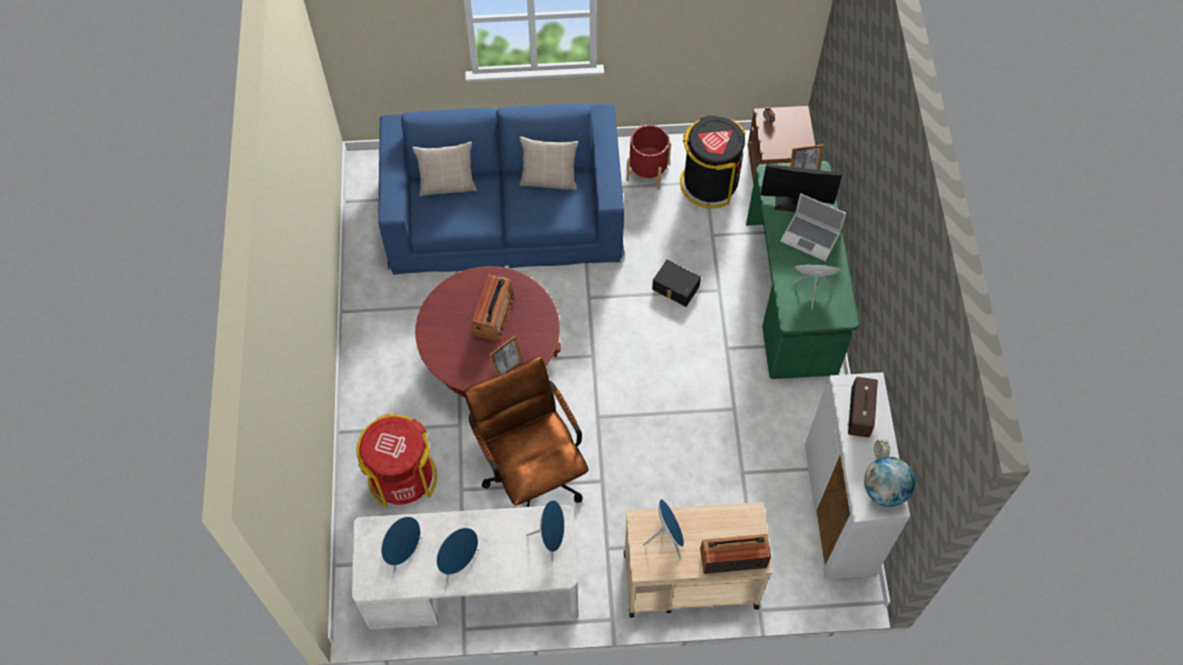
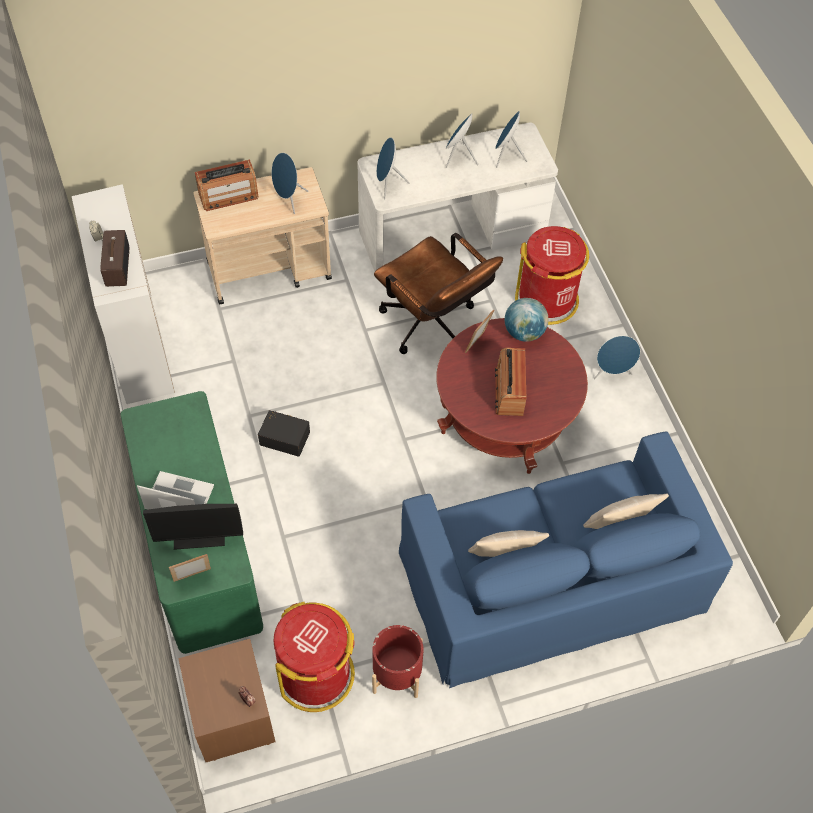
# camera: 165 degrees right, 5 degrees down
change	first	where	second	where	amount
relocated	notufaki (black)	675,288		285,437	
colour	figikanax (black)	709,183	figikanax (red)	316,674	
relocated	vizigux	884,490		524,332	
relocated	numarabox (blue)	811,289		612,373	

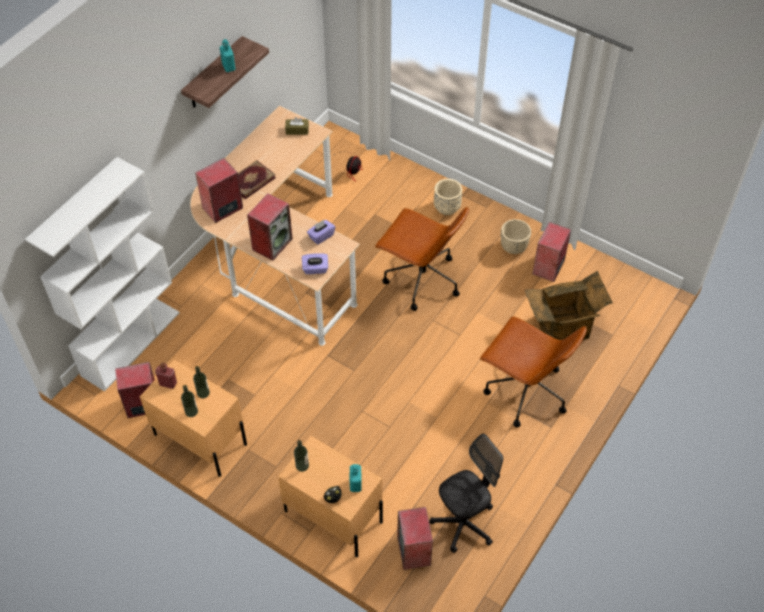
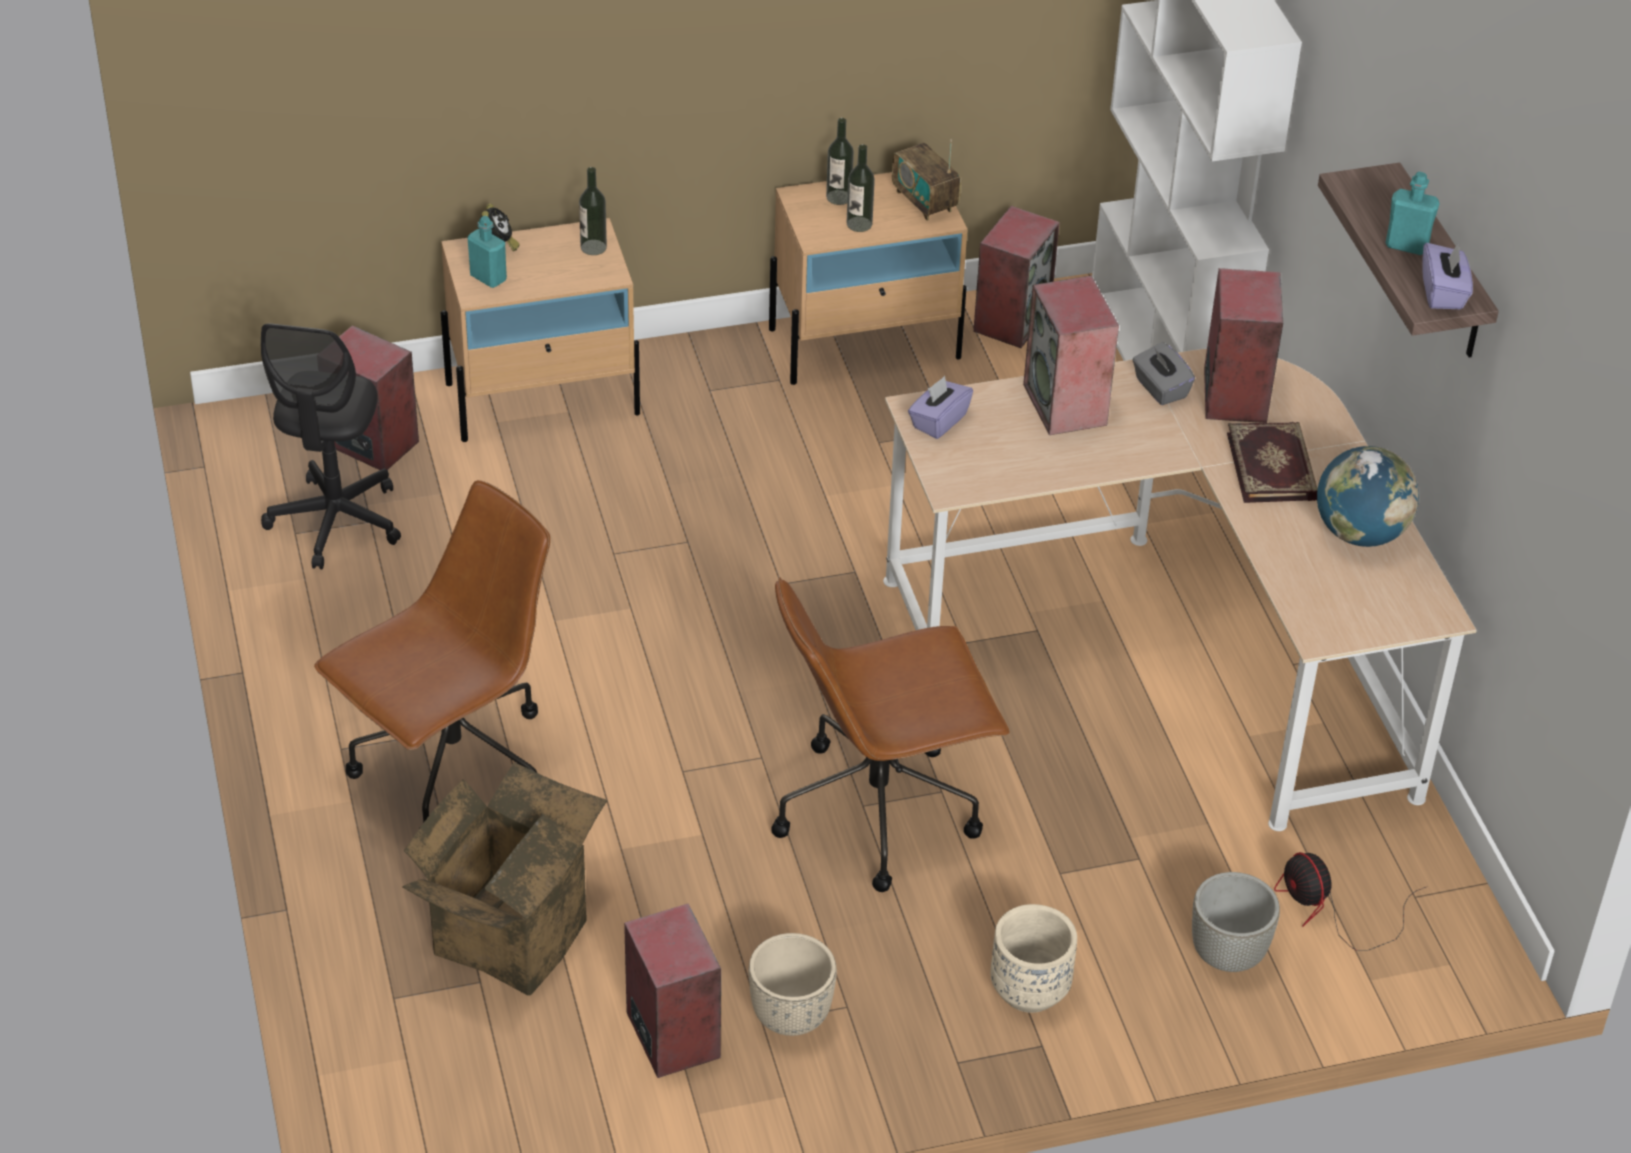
# camera: 130 degrees right, 10 degrees down
change	first	where	second	where	amount
spun	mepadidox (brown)	524,391		451,768	150 degrees clockwise
exchanged	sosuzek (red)	168,383	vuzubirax	925,201	
appeared			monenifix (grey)	1160,388	
appeared			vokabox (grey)	1228,954	
appeared			vizigux	1360,533	
relocated	monenifix (purple)	321,236		1443,293	
missing	monenifix (brown)	297,130			

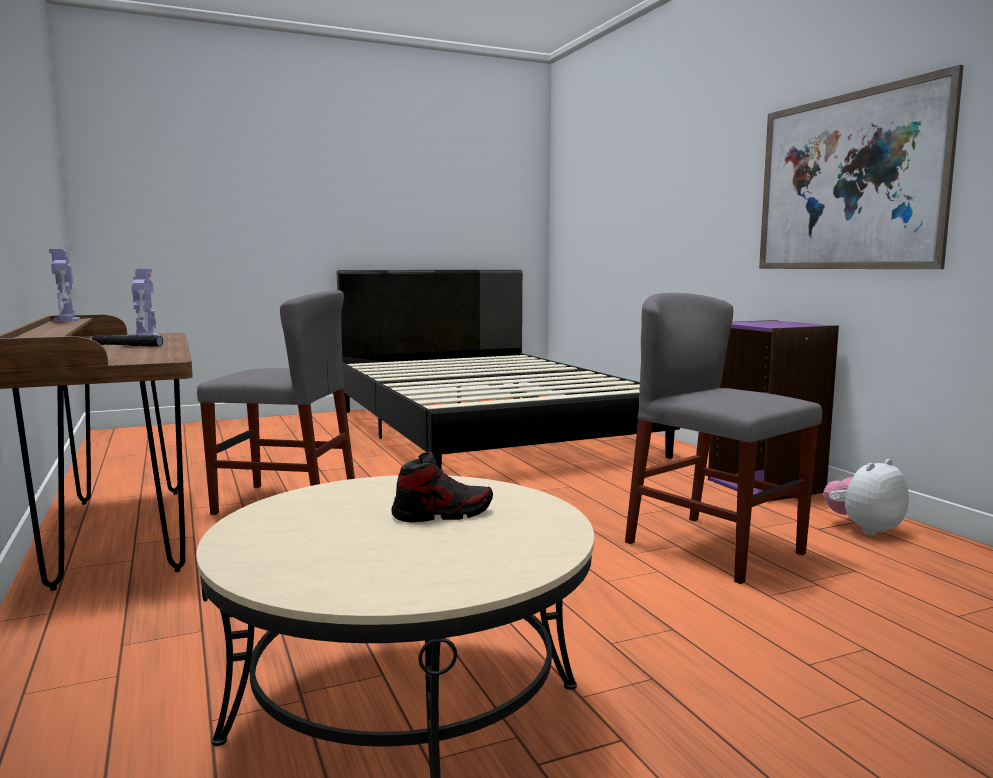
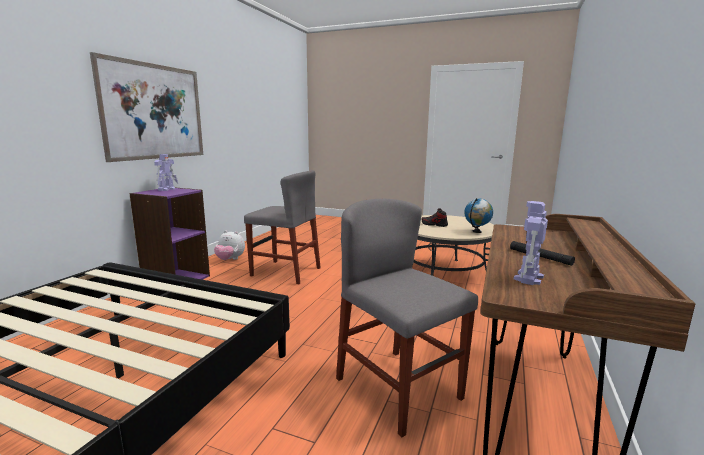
# camera: 135 degrees left, 5 degrees up
change	first	where	second	where	amount
relocated	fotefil	66,320		167,189	
spun	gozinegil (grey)	714,548		285,272	75 degrees counterclockwise
appeared			vizigux	477,232	

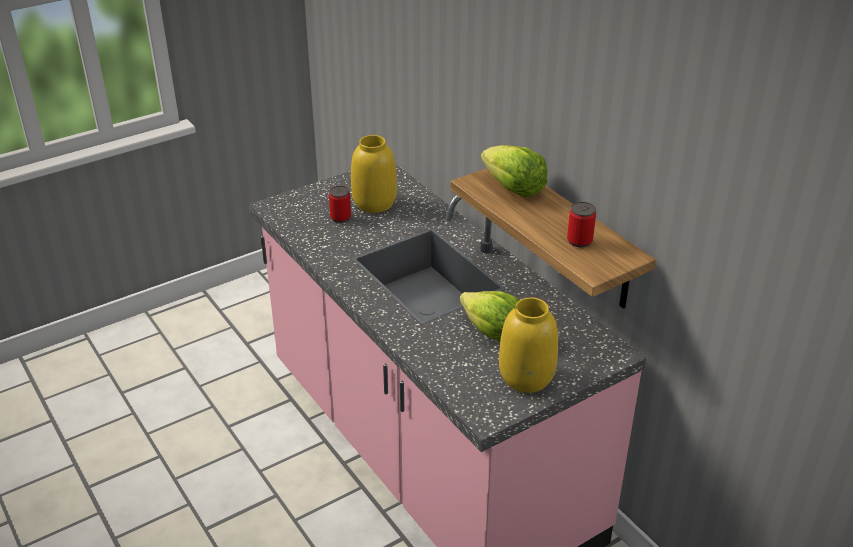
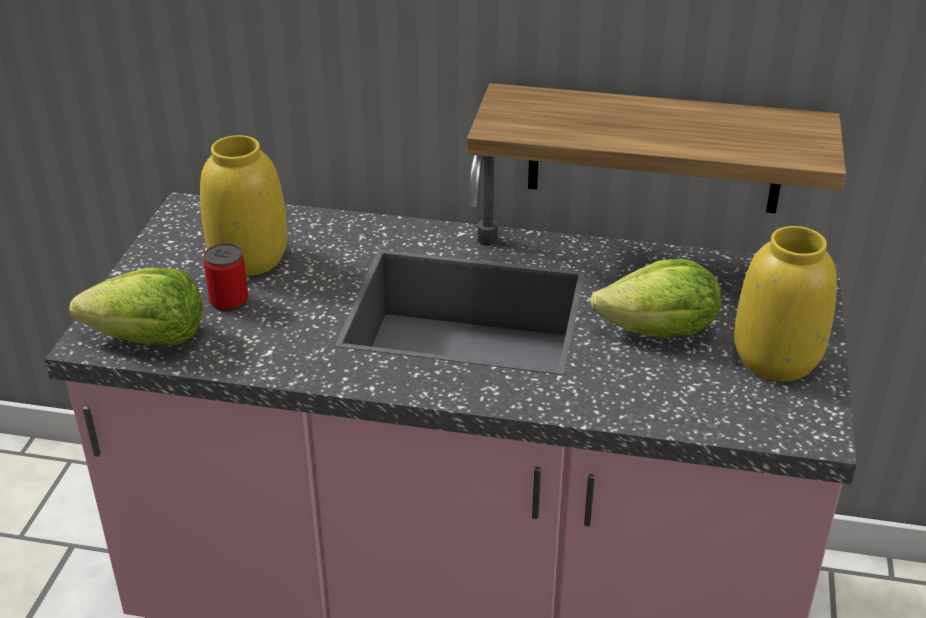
# camera: 45 degrees left, 0 degrees up
change	first	where	second	where	amount
relocated	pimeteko	513,188		148,339	
missing	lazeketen	579,241			

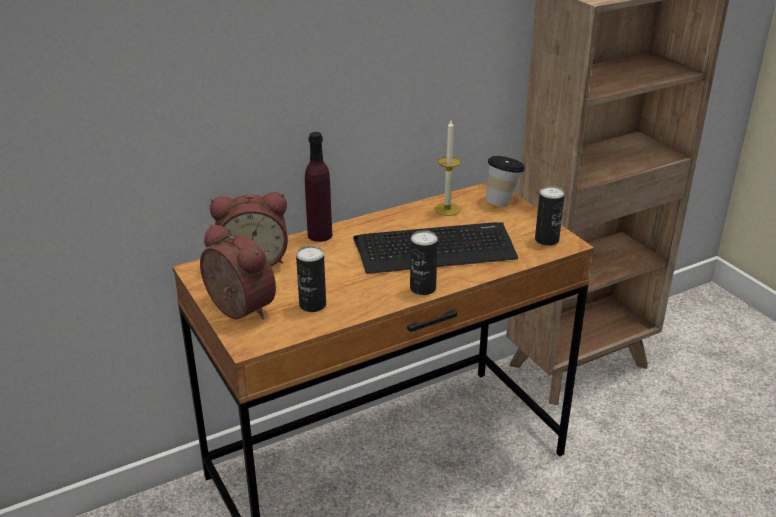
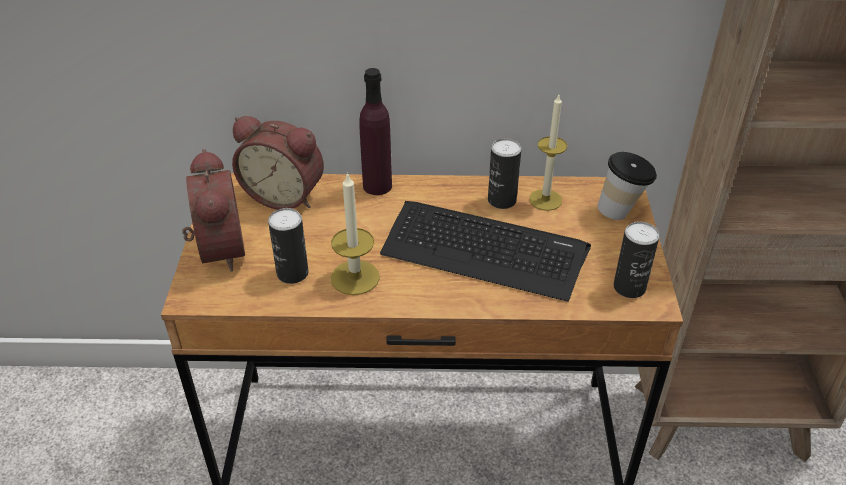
# camera: 30 degrees right, 10 degrees up
change	first	where	second	where	amount
appeared			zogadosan	355,277	
relocated	lazeketen	423,288		502,200	

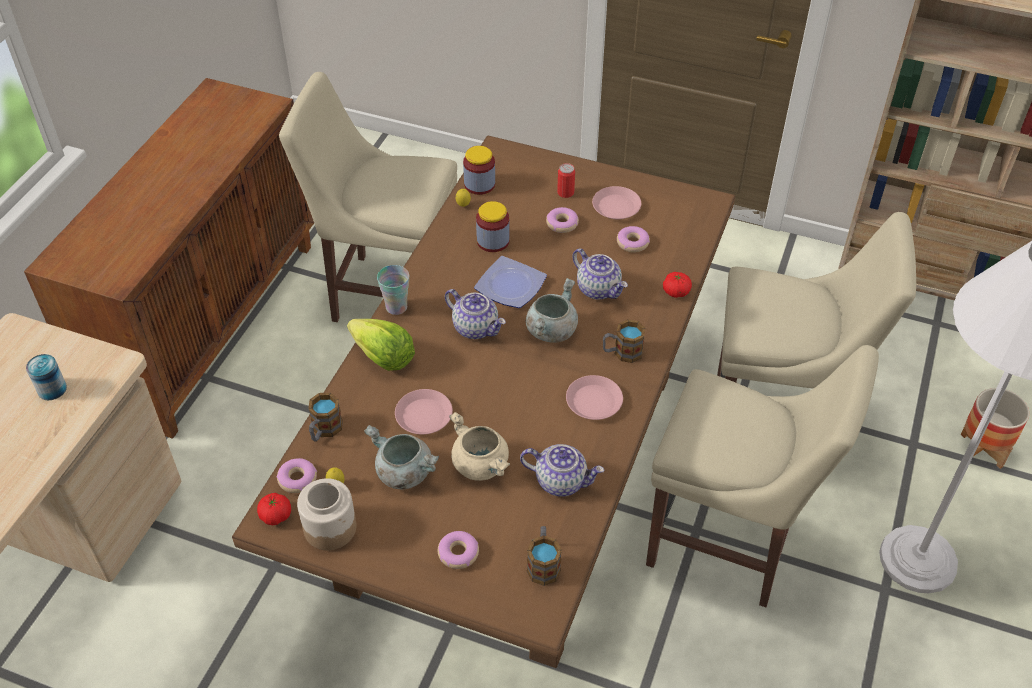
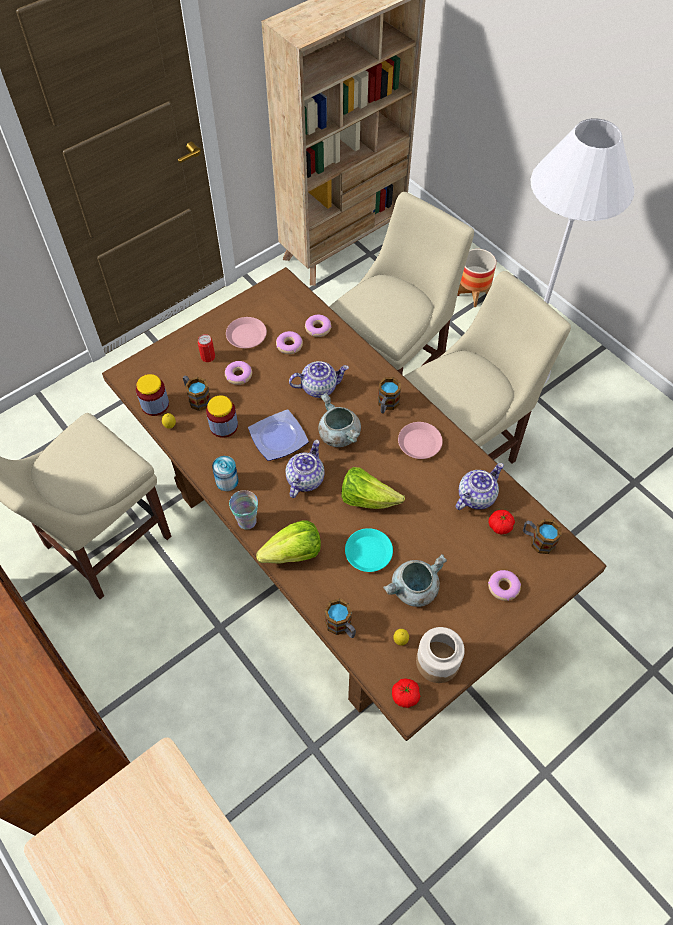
# camera: 60 degrees left, 10 degrees up
change	first	where	second	where	amount
appeared			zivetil	196,398	
relocated	lazeketen	52,389		227,481	
spun	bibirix	476,328		305,479	45 degrees counterclockwise
relocated	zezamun	297,479		318,328	
appeared			pimeteko	367,499	
colour	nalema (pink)	424,415	nalema (turquoise)	368,552	
relocated	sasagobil	676,292		500,526	
missing	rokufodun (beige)	482,465			

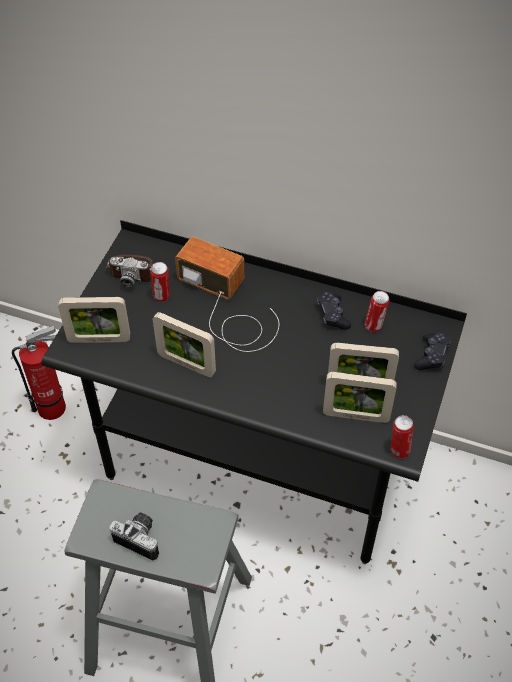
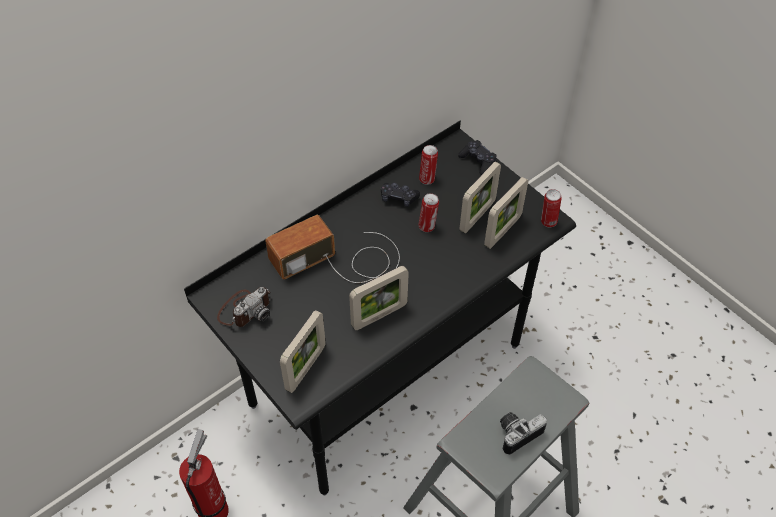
# camera: 60 degrees left, 0 degrees up
change	first	where	second	where	amount
relocated	lazeketen	162,296		427,226	

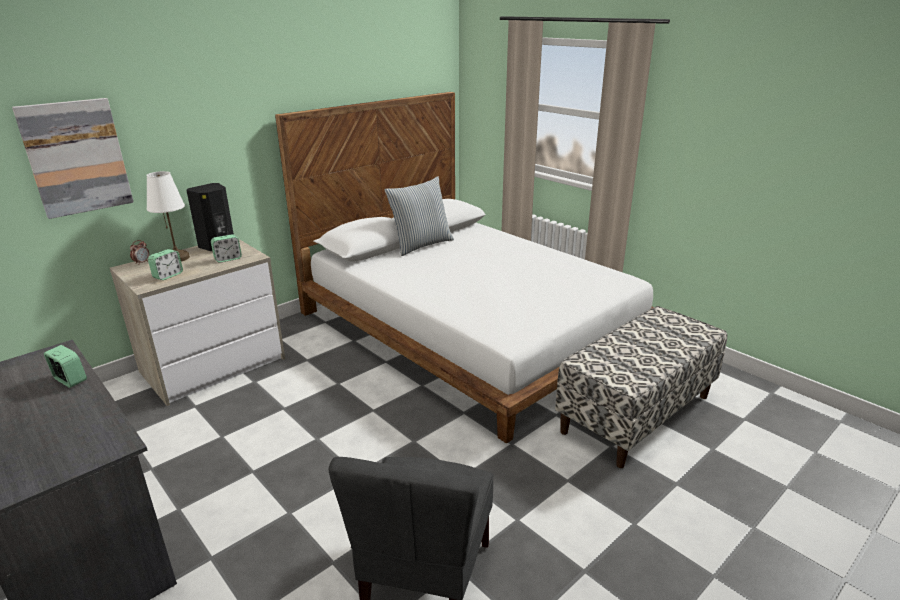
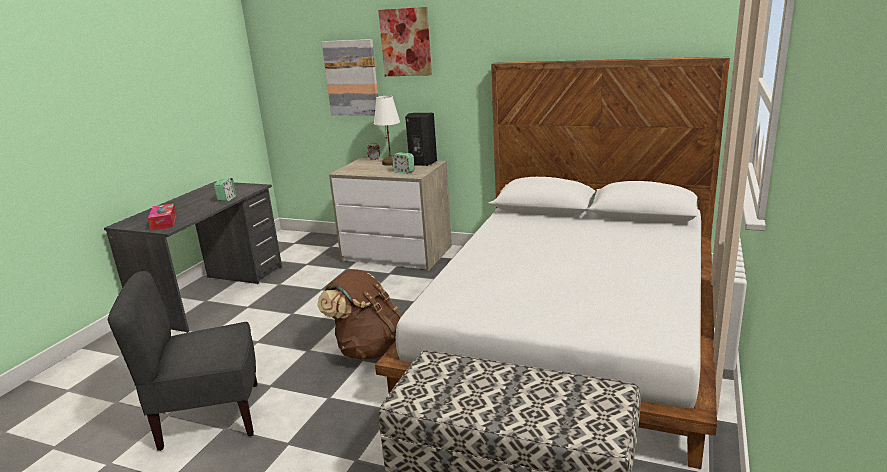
# camera: 65 degrees right, 5 degrees down
change	first	where	second	where	amount
appeared			monenifix	164,222	
appeared			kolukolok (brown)	369,349	
appeared			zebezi	406,42	
missing	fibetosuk	168,275			
missing	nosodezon	421,245			

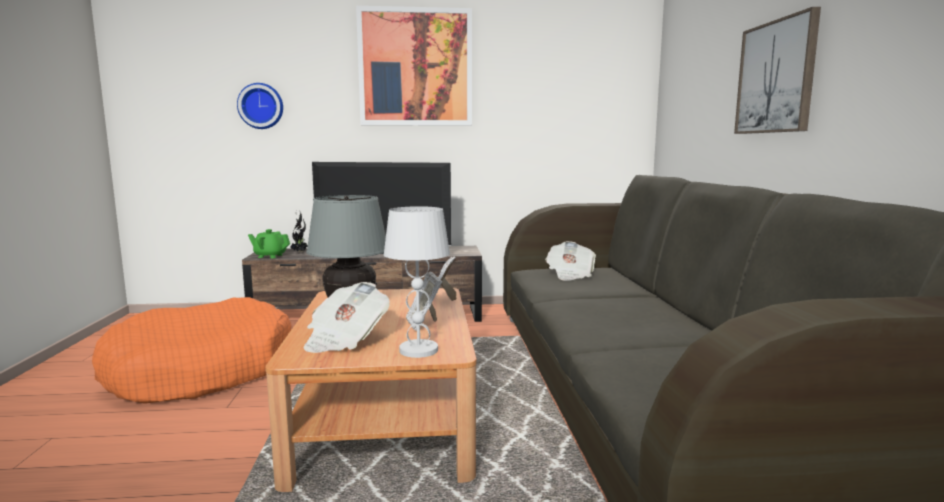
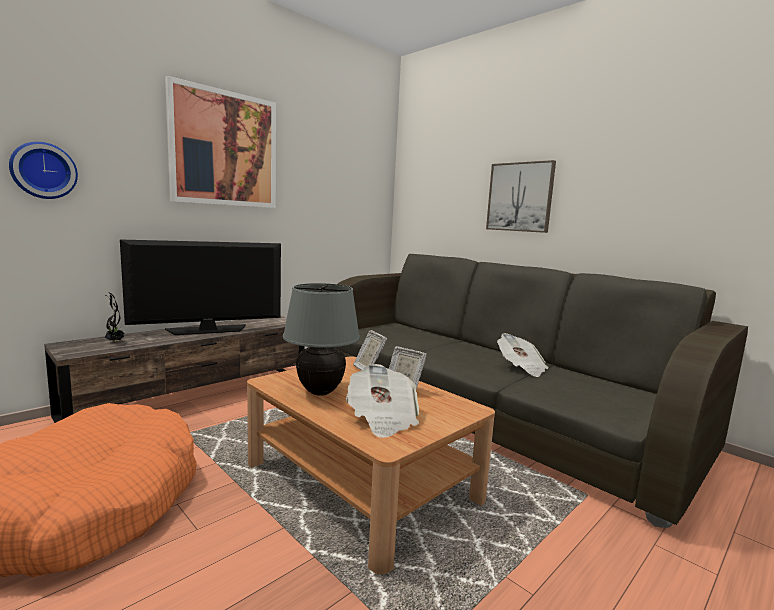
# camera: 40 degrees left, 0 degrees up
change	first	where	second	where	amount
relocated	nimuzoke	570,275		521,368	
missing	bibirix (green)	270,256			
missing	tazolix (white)	419,350			

